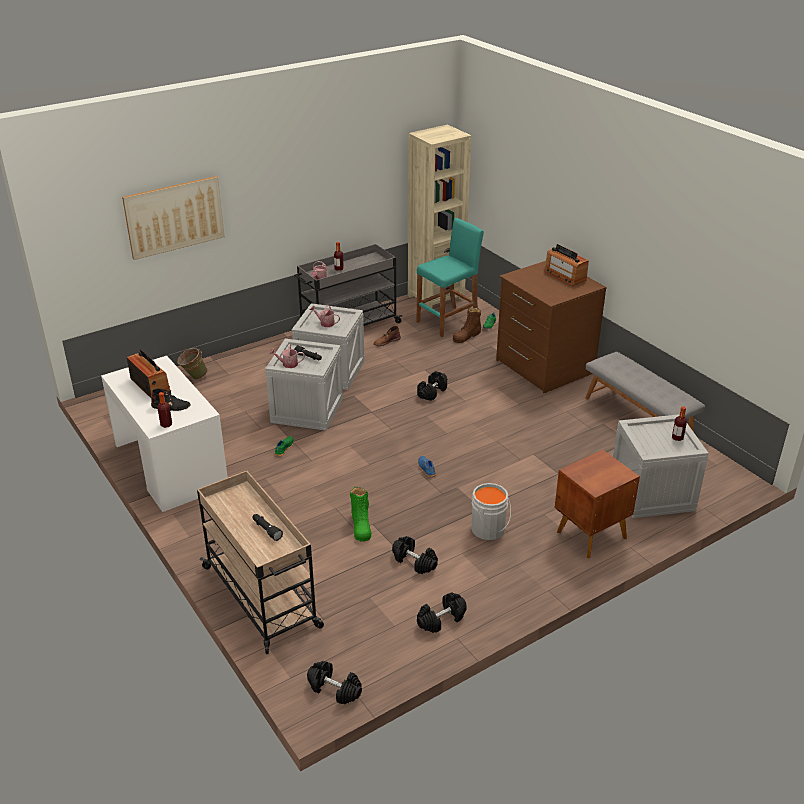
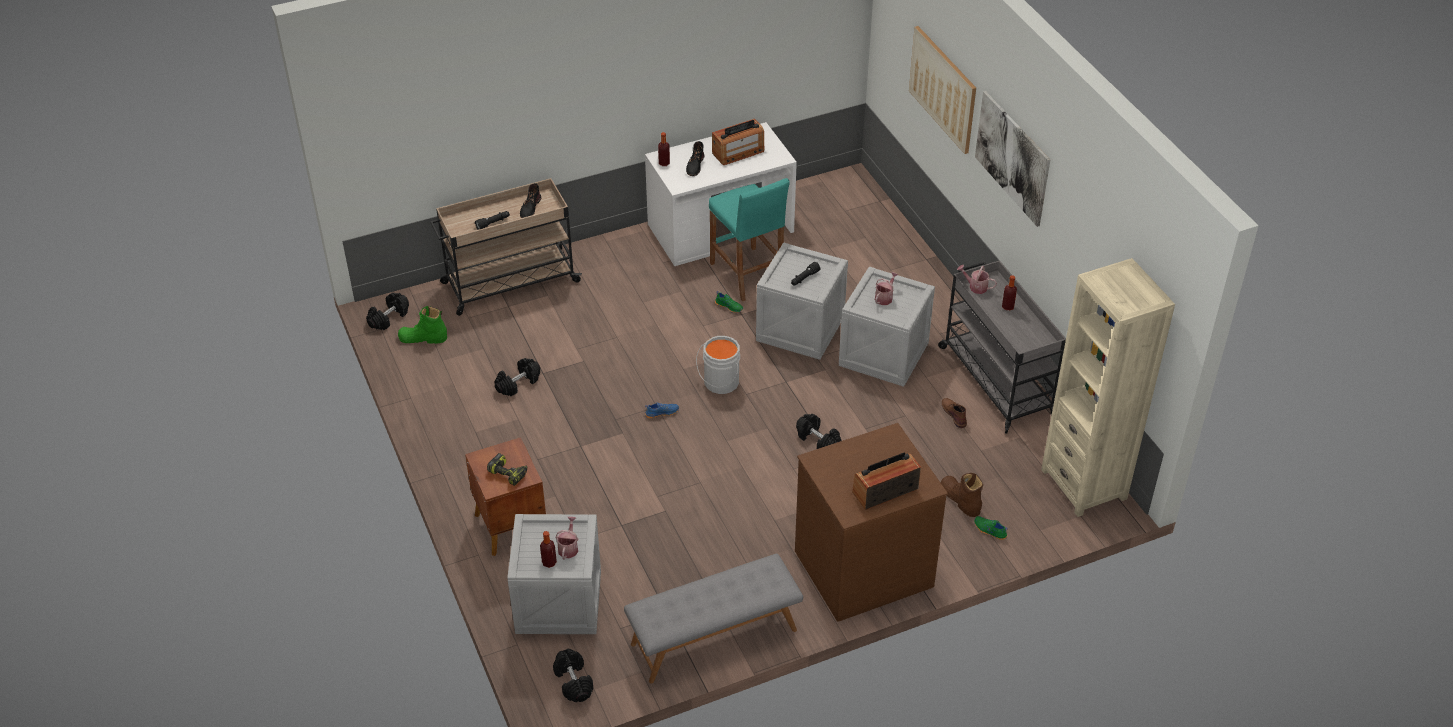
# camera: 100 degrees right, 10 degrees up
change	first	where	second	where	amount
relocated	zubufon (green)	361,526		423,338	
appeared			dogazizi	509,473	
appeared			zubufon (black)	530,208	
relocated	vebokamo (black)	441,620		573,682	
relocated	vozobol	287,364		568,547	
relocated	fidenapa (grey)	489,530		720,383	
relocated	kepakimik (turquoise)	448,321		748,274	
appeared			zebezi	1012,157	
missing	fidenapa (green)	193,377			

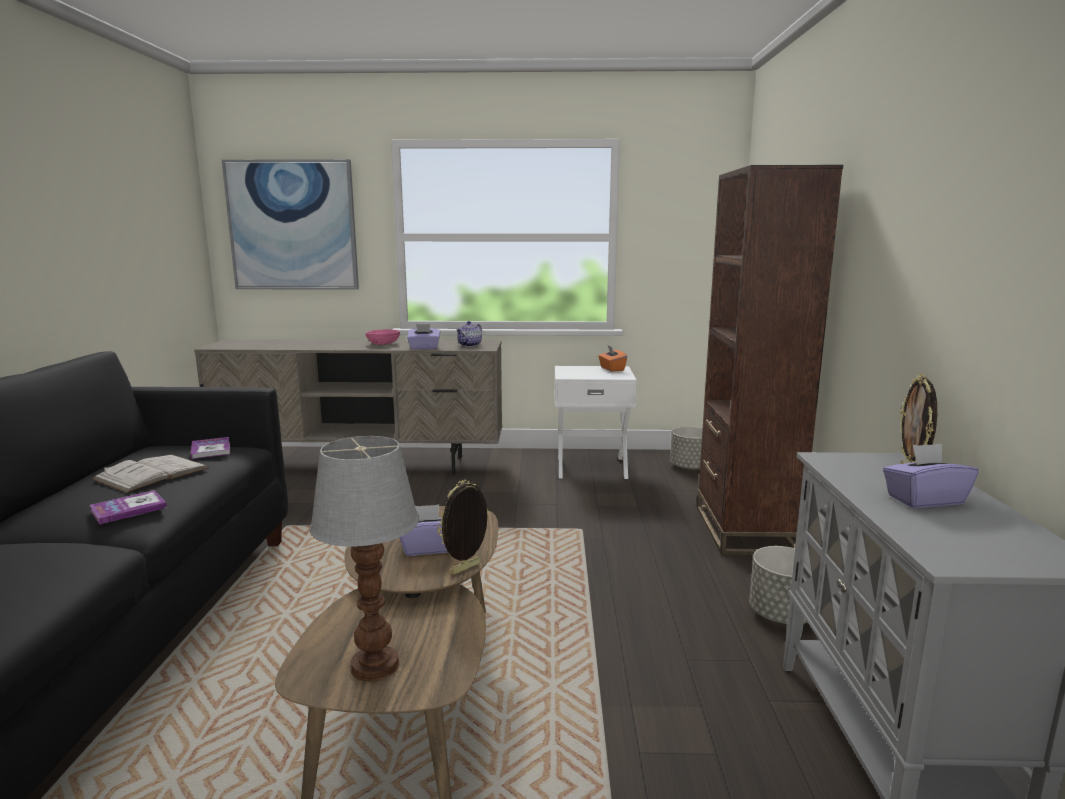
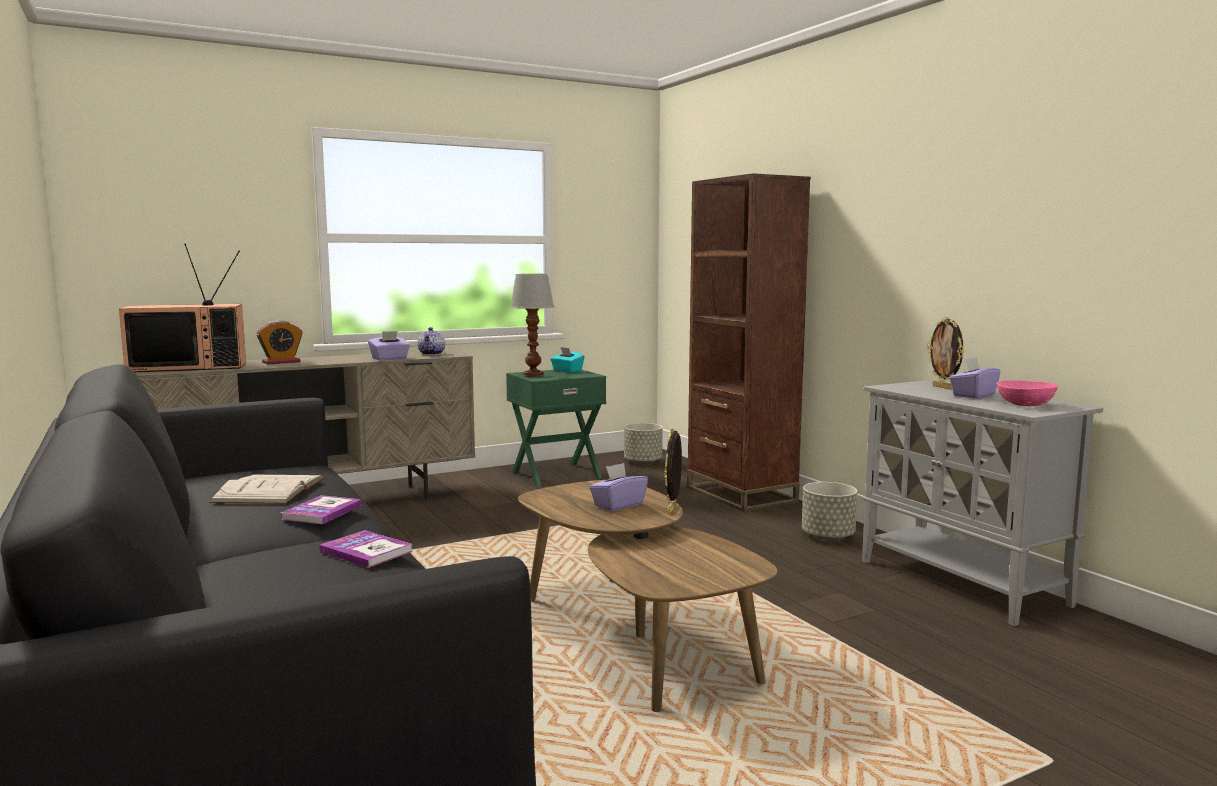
# camera: 30 degrees left, 5 degrees down
change	first	where	second	where	amount
appeared			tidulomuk	190,367	
appeared			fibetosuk	281,362	
relocated	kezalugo	211,449		366,551	
colour	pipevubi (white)	591,467	pipevubi (green)	556,474	
relocated	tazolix	373,665		532,375	
colour	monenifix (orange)	611,369	monenifix (turquoise)	567,371	
relocated	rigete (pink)	383,344		1026,404	
missing	zebezi	292,226			

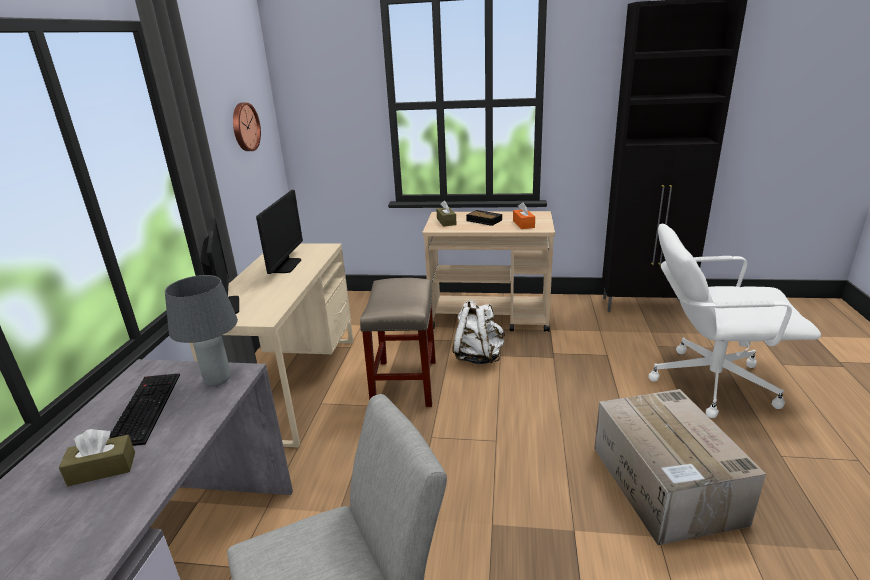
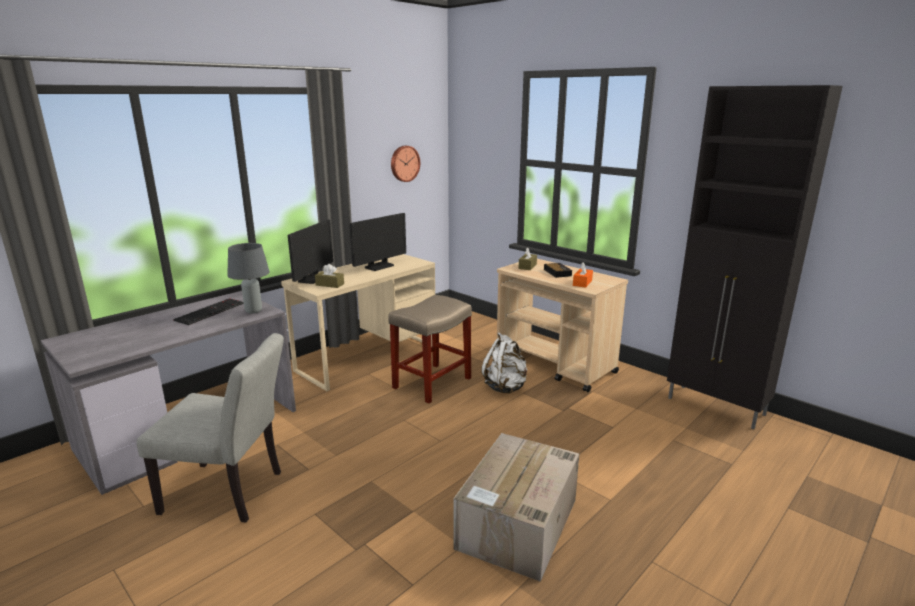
# camera: 35 degrees right, 5 degrees down
change	first	where	second	where	amount
relocated	monenifix (brown)	102,469		330,284	
missing	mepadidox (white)	710,382			

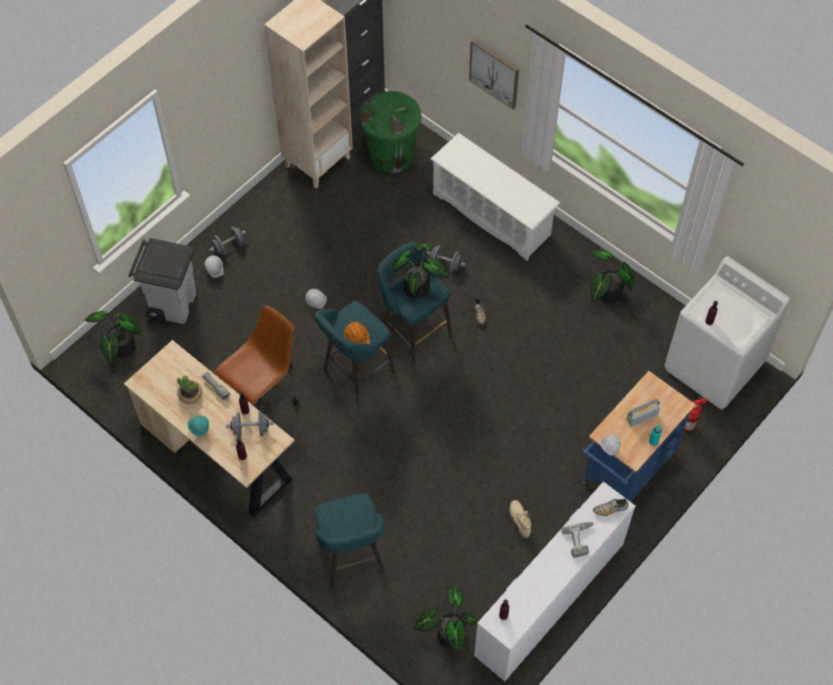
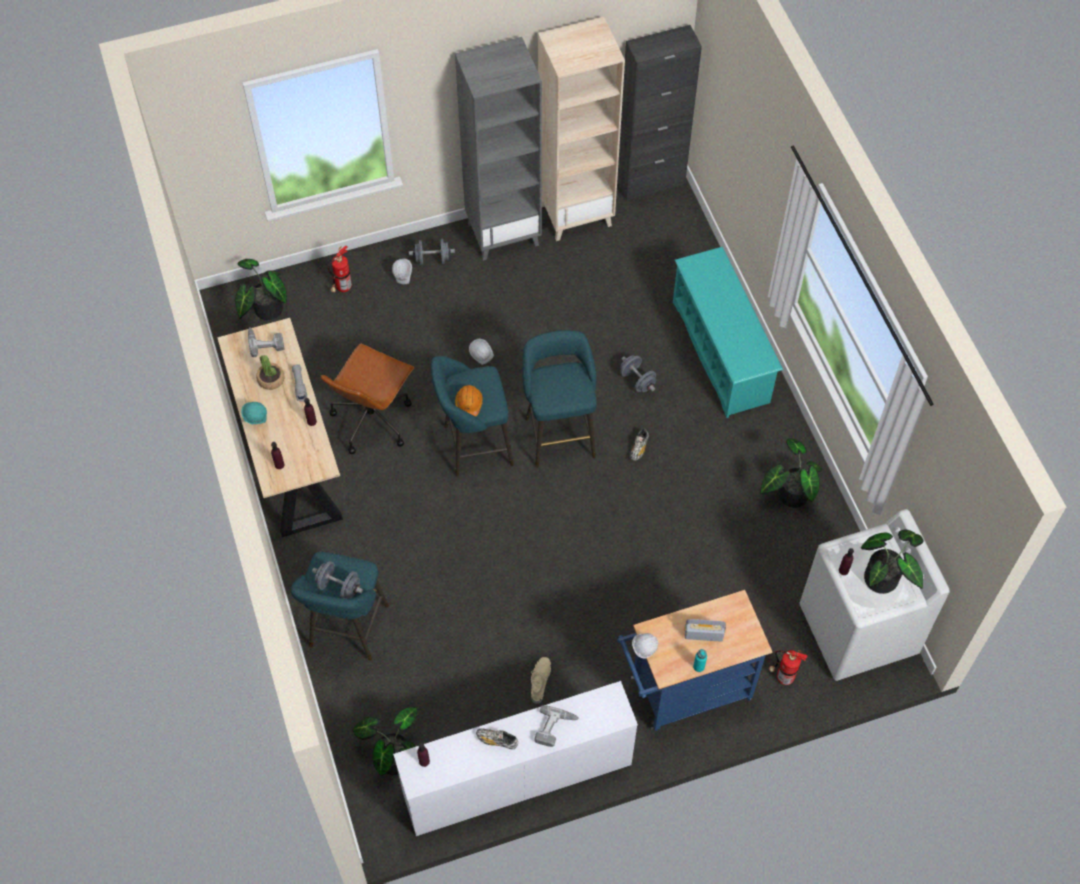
# camera: 30 degrees right, 0 degrees up
change	first	where	second	where	amount
appeared			dogazizi	265,342	
relocated	vebokamo (grey)	250,430		339,587	
spun	mepadidox (brown)	264,391		372,419	135 degrees clockwise
exchanged	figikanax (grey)	172,303	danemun	342,288	
appeared			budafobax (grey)	503,234	
relocated	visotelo	610,509		497,740	
colour	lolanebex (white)	492,214	lolanebex (turquoise)	721,352	
relocated	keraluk	419,285		885,577	
missing	figikanax (green)	391,155			
missing	zebezi	494,73			

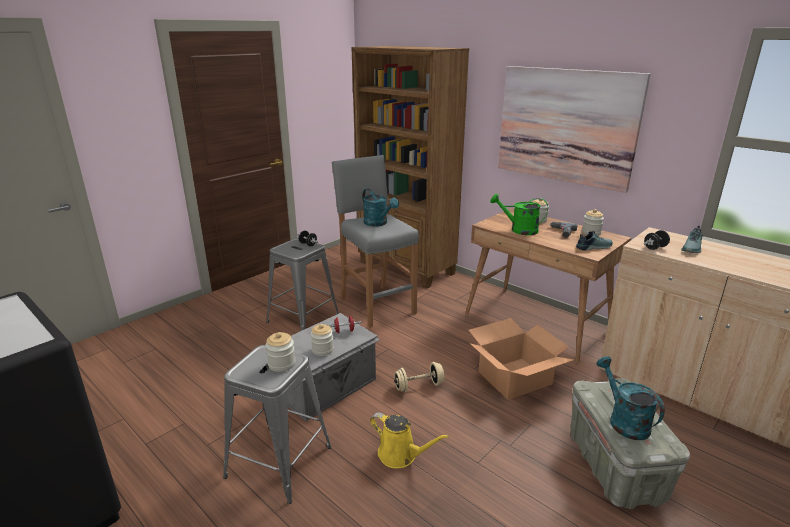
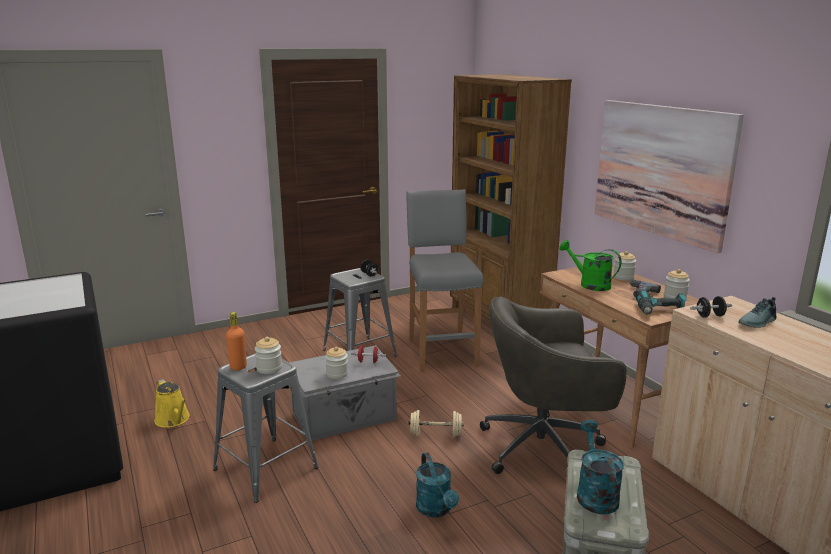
# camera: 20 degrees right, 5 degrees down
change	first	where	second	where	amount
relocated	vozobol (yellow)	401,455		173,420	
appeared			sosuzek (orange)	238,367	
relocated	vozobol (turquoise)	378,223		436,510	
exchanged	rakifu	514,377	mepadidox (grey)	544,447	
exchanged	visotelo	592,247	dogazizi	660,311	

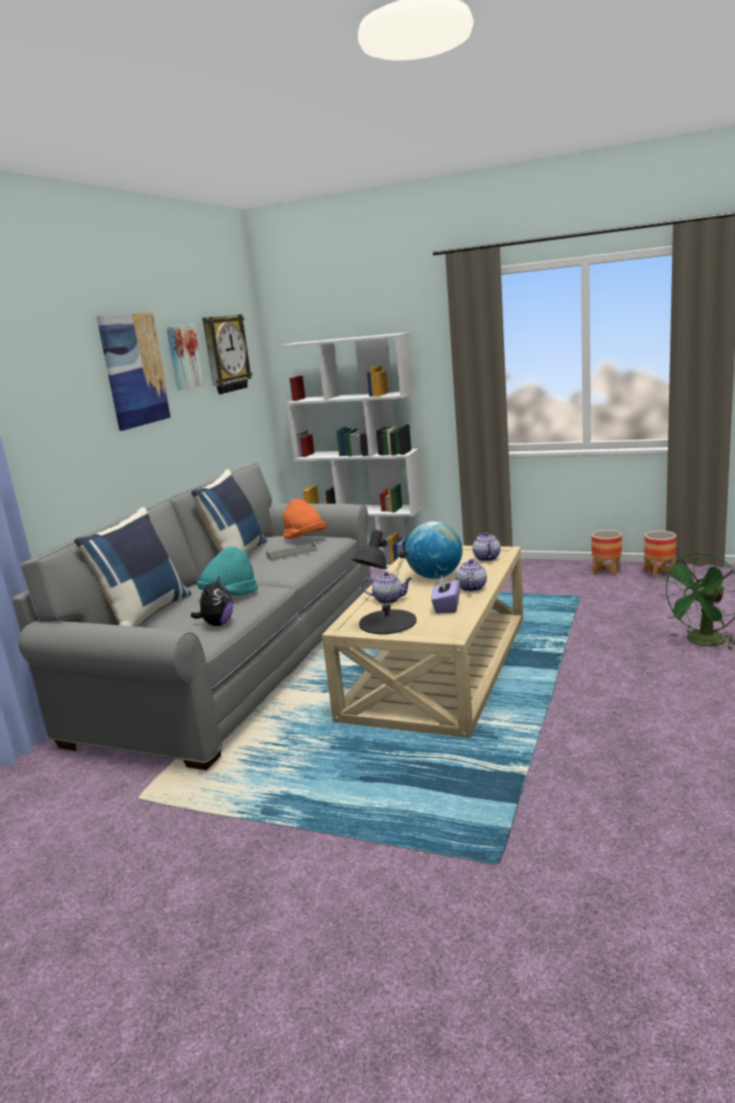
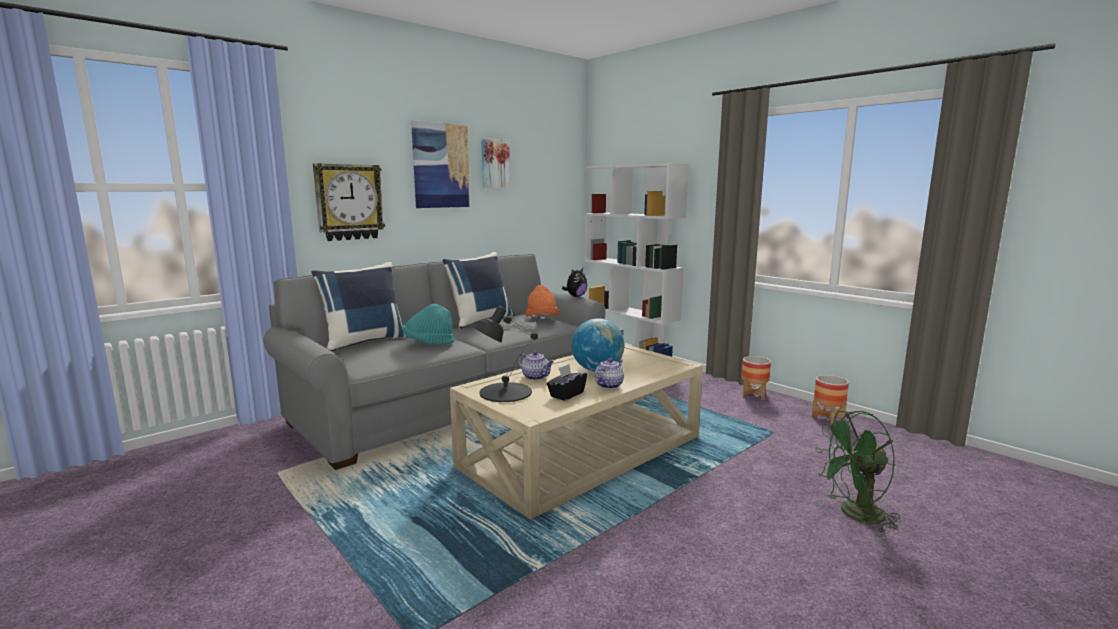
# camera: 25 degrees right, 5 degrees down
change	first	where	second	where	amount
relocated	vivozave	225,354		349,202	
colour	monenifix (purple)	446,607	monenifix (black)	566,394	
relocated	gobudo	217,624		575,296	
relocated	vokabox	659,573		753,395	
missing	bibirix	486,558			

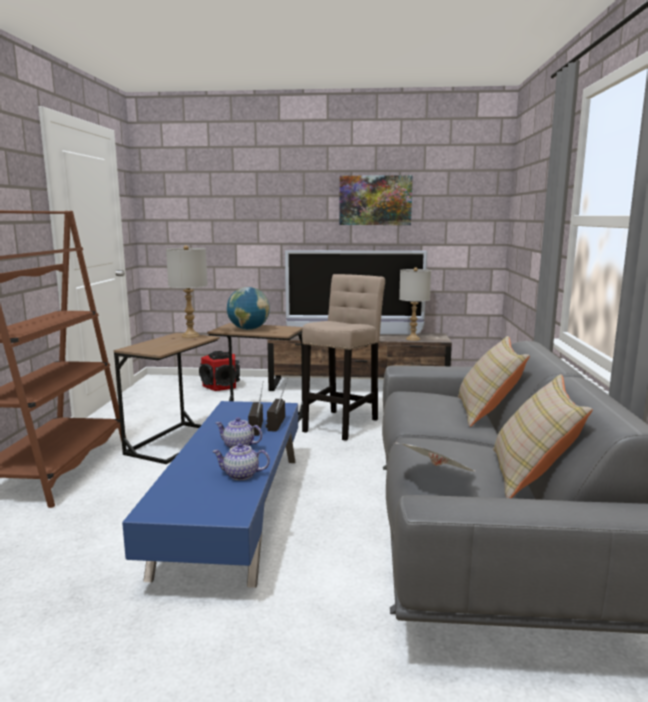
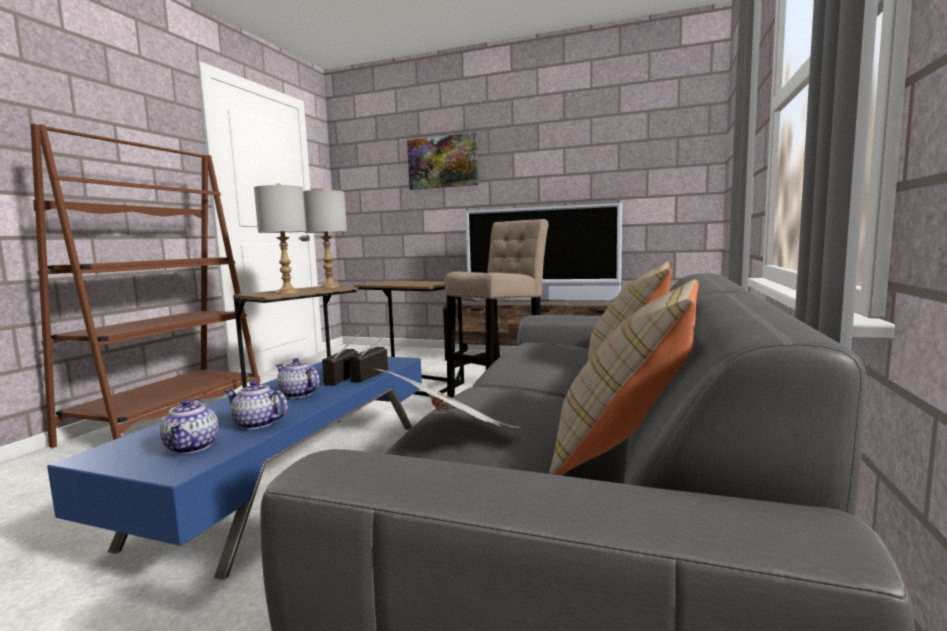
# camera: 15 degrees right, 5 degrees down
change	first	where	second	where	amount
appeared			bibirix	193,447	
relocated	tazolix (grey)	413,339		287,292	
relocated	zebezi	375,200		443,162	
missing	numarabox	221,386			
missing	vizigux	249,329			

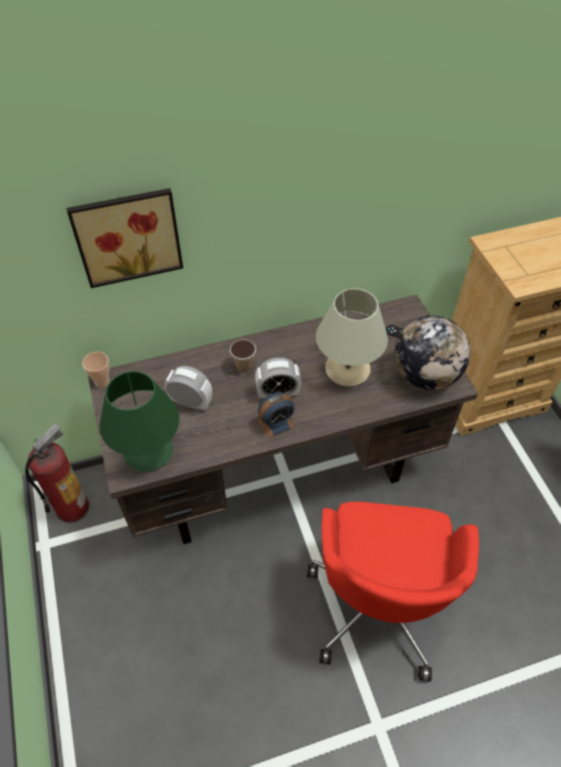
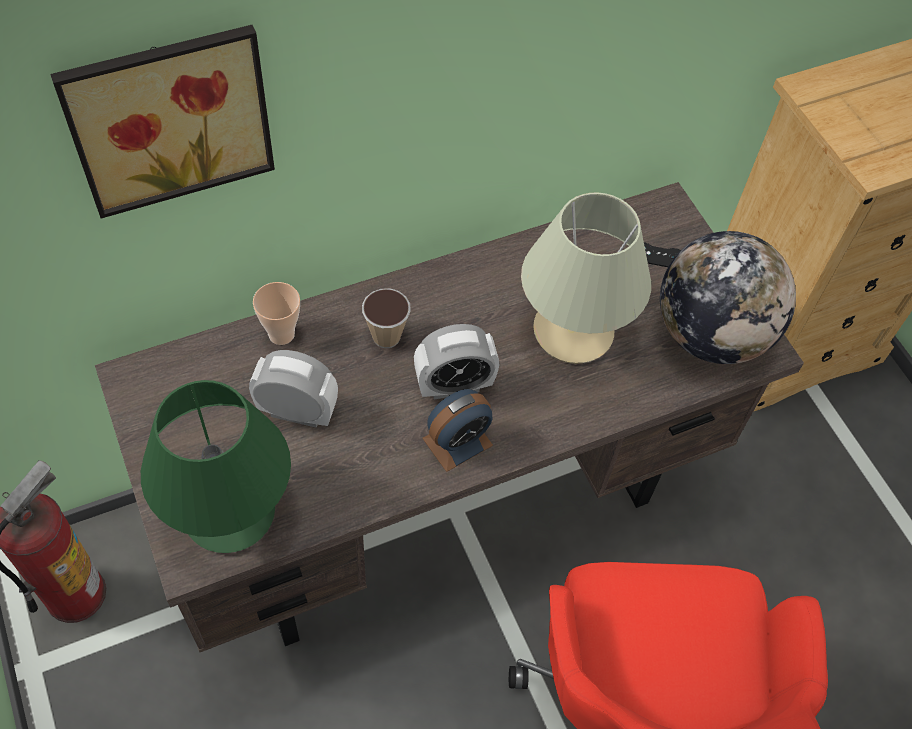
# camera: 10 degrees left, 5 degrees up
change	first	where	second	where	amount
relocated	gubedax	102,381		281,334	

